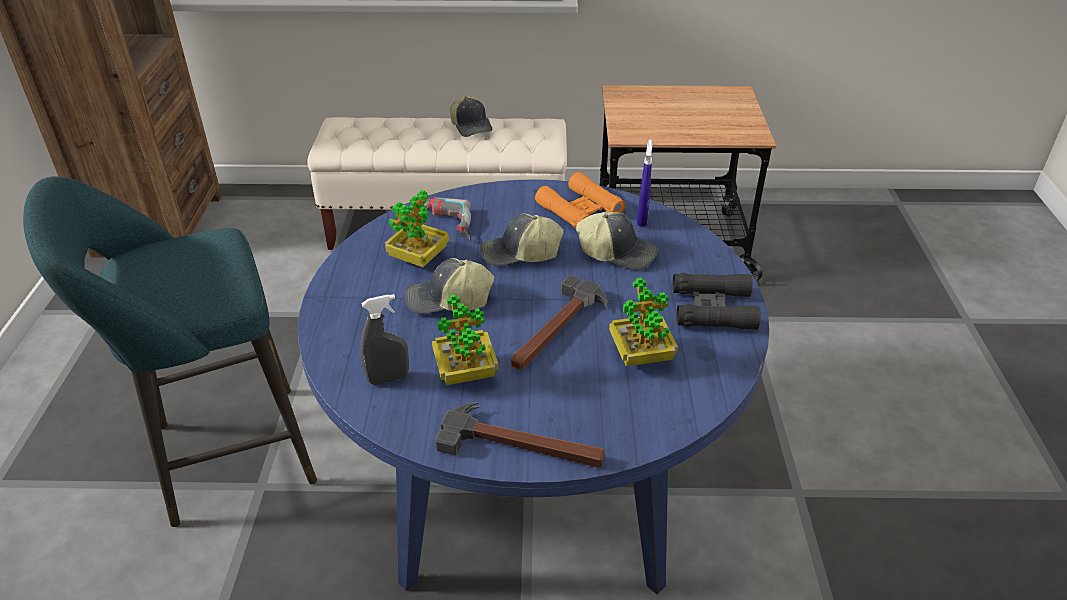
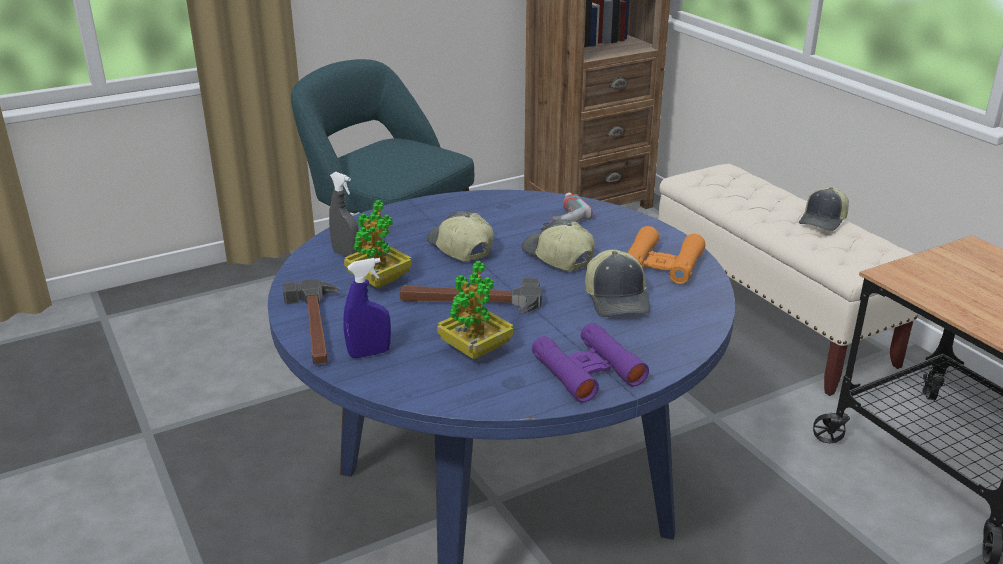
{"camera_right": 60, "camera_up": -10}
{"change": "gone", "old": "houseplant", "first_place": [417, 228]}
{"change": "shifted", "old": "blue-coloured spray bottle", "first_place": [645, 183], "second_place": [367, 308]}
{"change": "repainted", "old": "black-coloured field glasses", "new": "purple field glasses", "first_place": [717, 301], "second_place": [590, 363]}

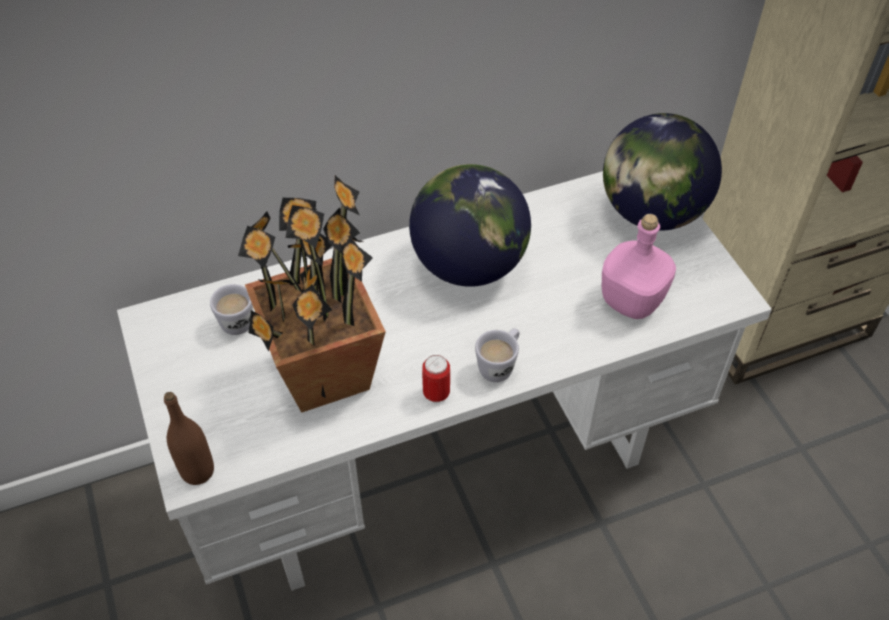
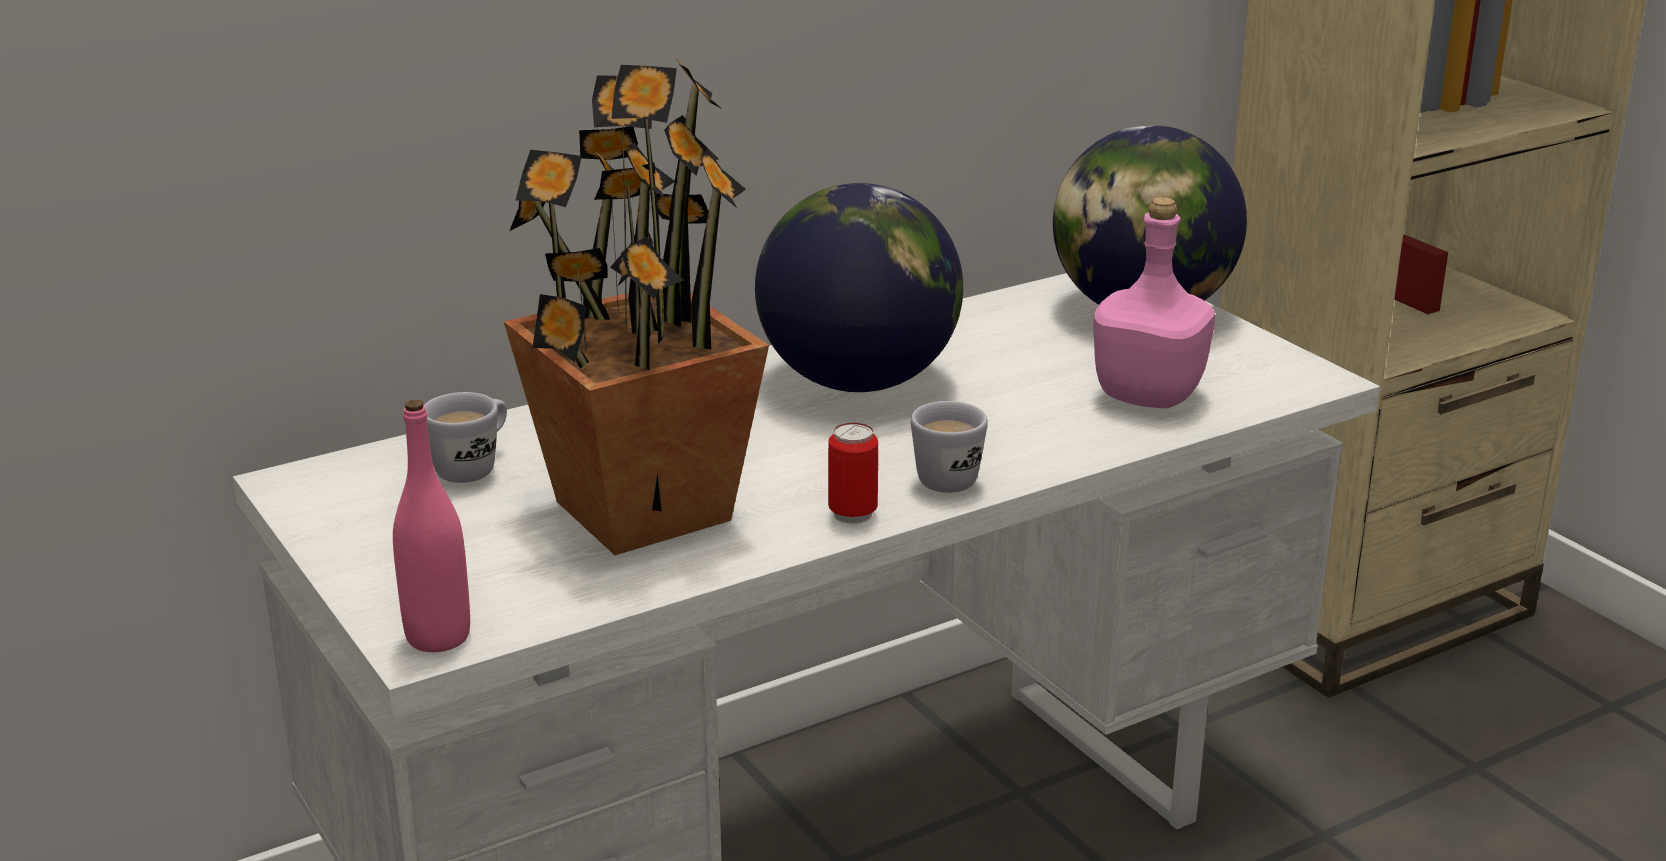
{"camera_right": -10, "camera_up": -25}
{"change": "repainted", "old": "brown bottle", "new": "pinkish bottle", "first_place": [189, 438], "second_place": [431, 526]}

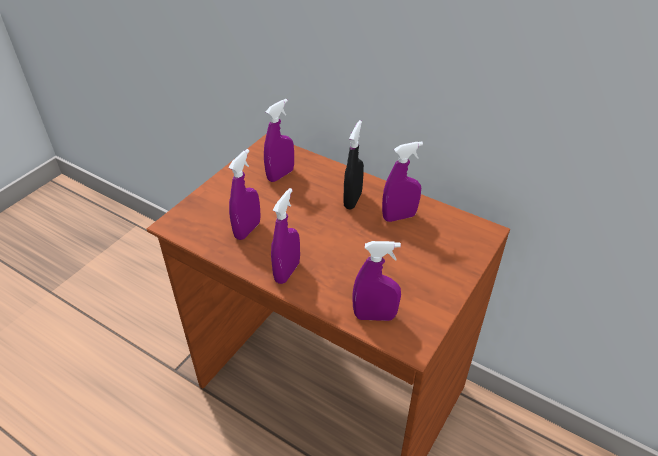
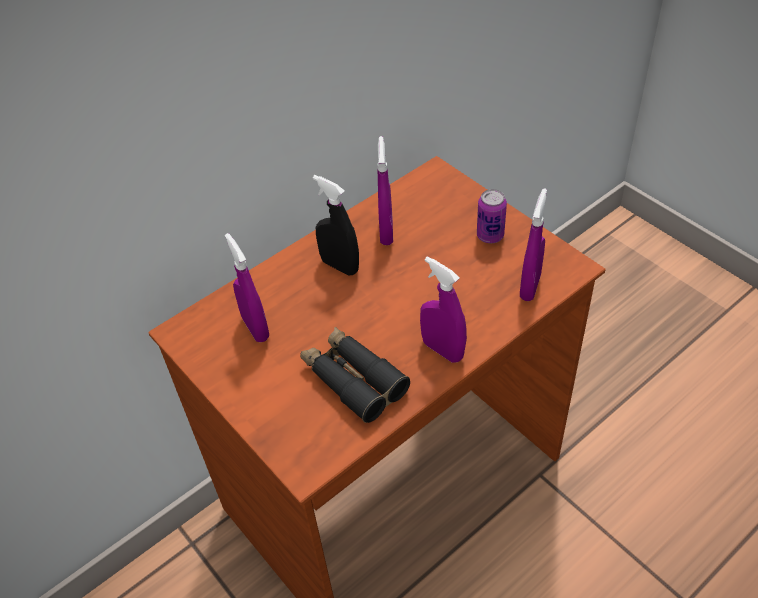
{"camera_right": -70, "camera_up": 5}
{"change": "new", "new": "metal can", "second_place": [492, 216]}
{"change": "swapped", "old": "purple spray bottle", "new": "black-coloured field glasses", "first_place": [244, 194], "second_place": [355, 375]}

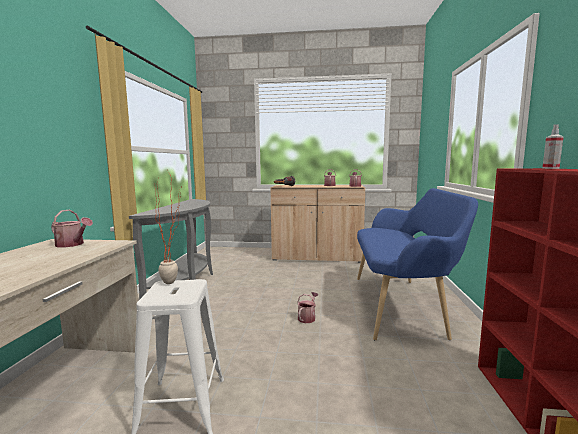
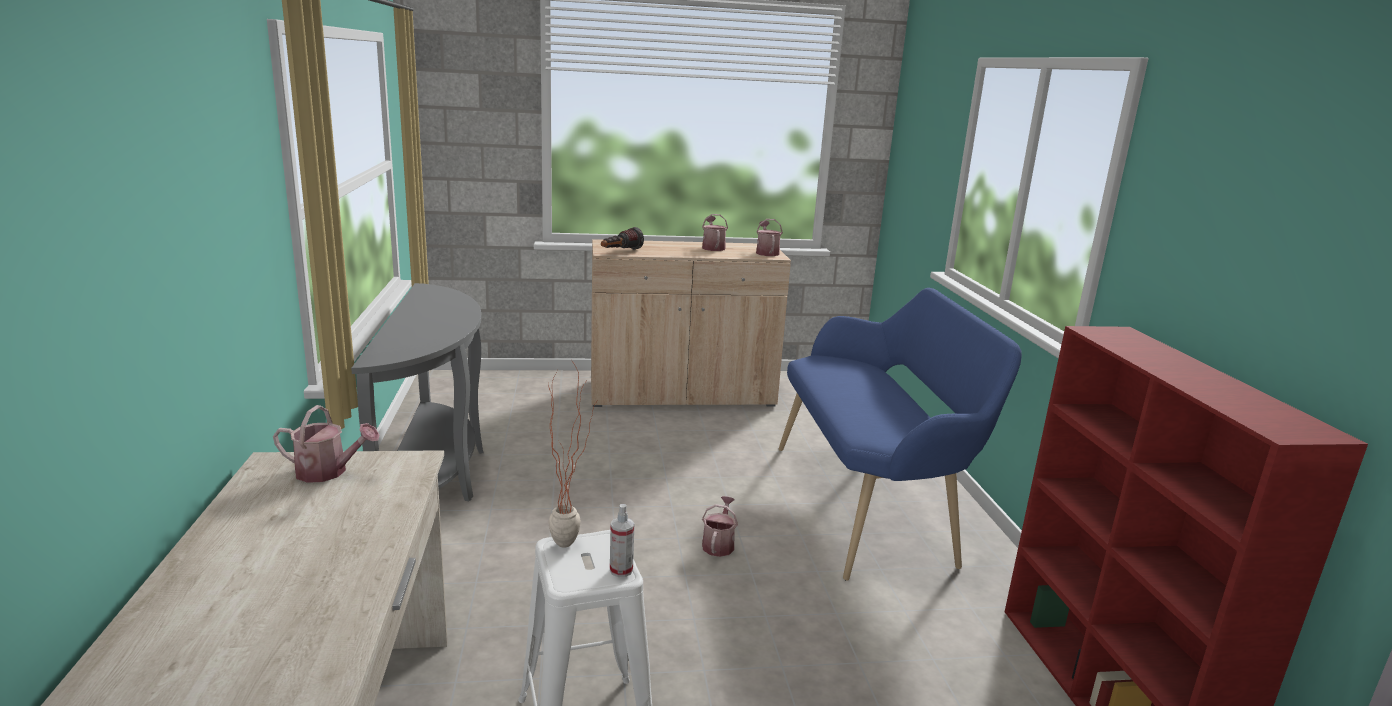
{"camera_right": -15, "camera_up": 10}
{"change": "shifted", "old": "spray bottle", "first_place": [553, 146], "second_place": [622, 540]}

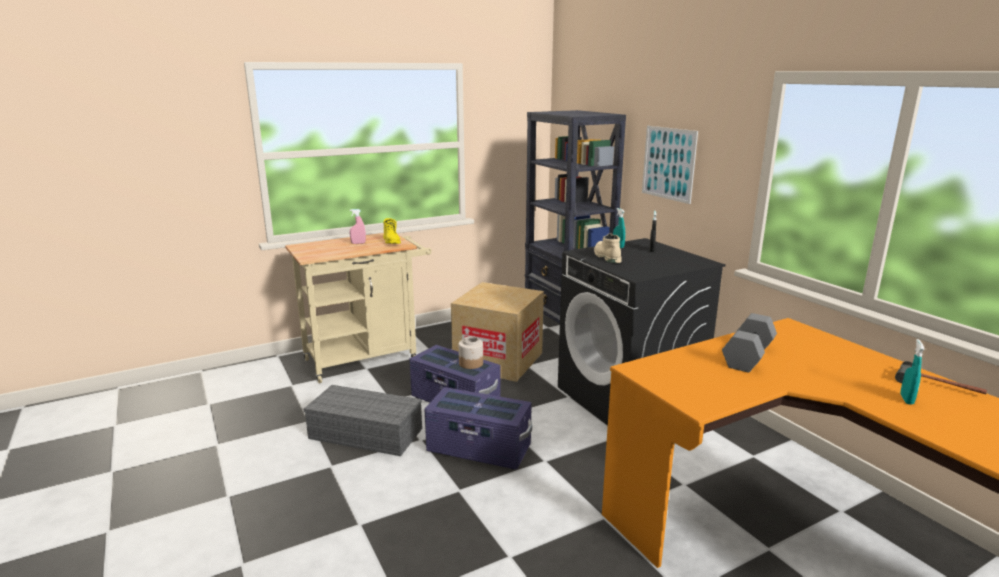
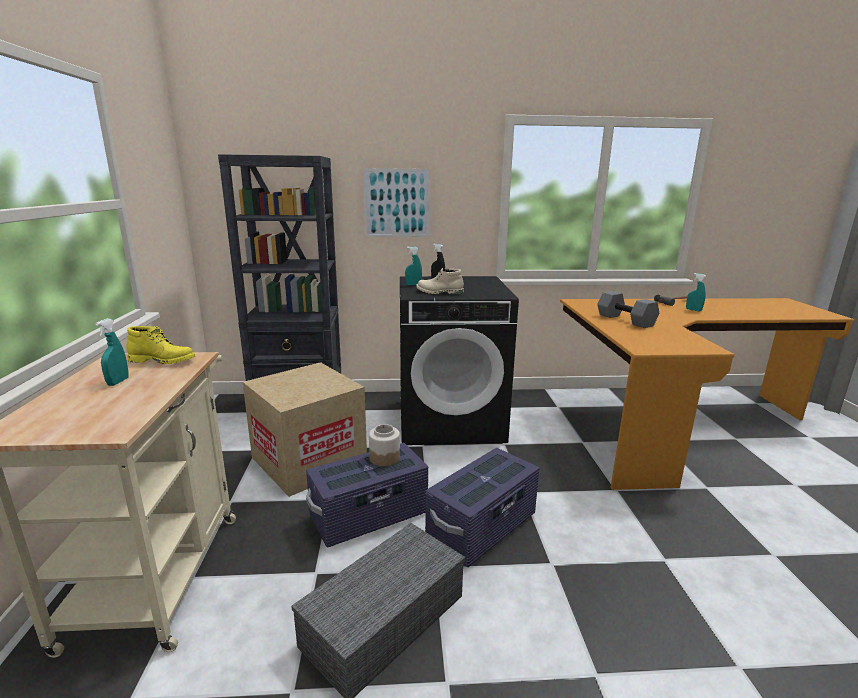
{"camera_right": -65, "camera_up": 0}
{"change": "repainted", "old": "pinkish spray bottle", "new": "turquoise spray bottle", "first_place": [358, 226], "second_place": [112, 352]}

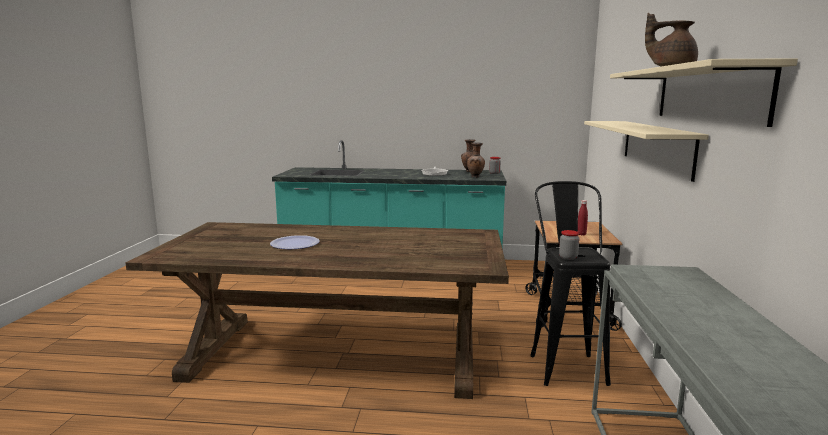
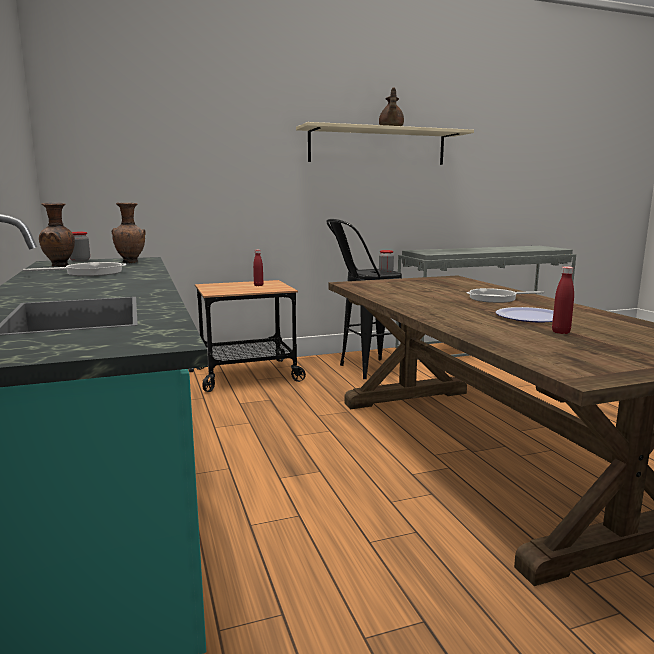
{"camera_right": -115, "camera_up": 0}
{"change": "gone", "old": "beige-coloured bracket shelf", "first_place": [646, 151]}
{"change": "new", "new": "frying pan", "second_place": [505, 295]}
{"change": "new", "new": "red bottle", "second_place": [563, 300]}

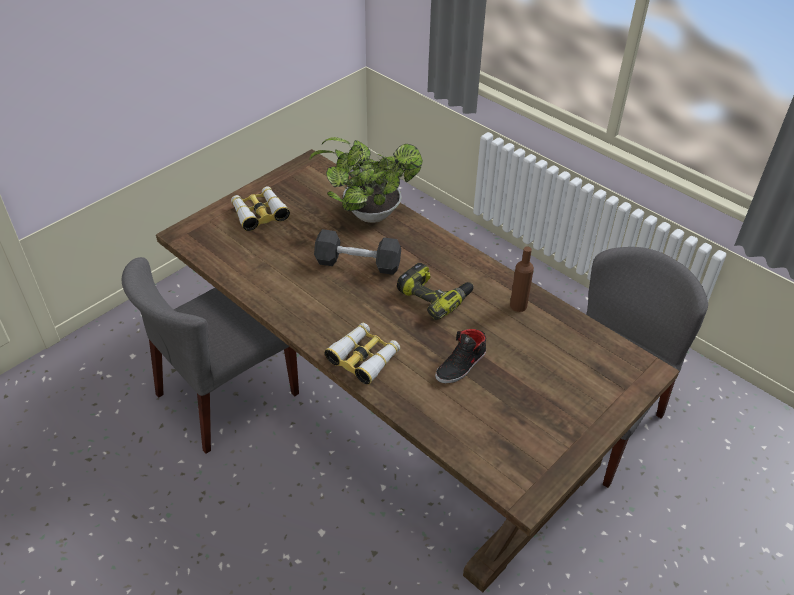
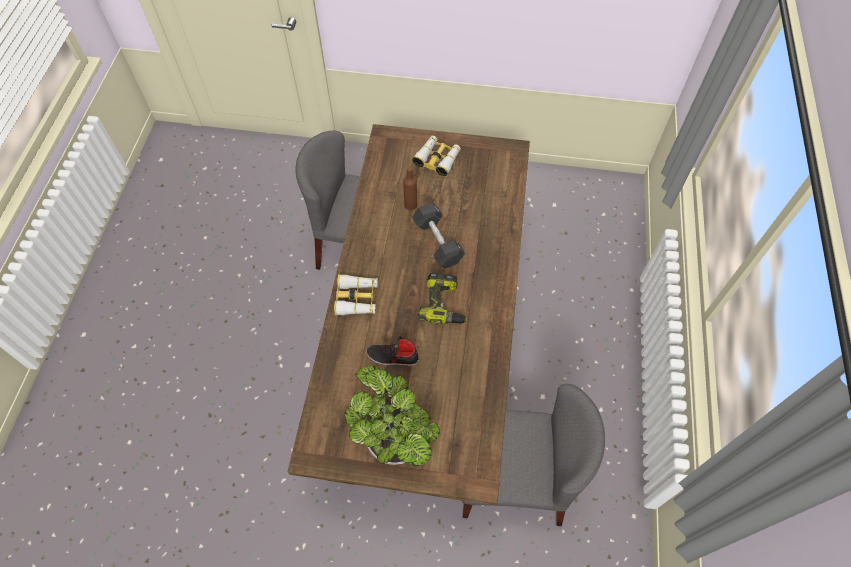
{"camera_right": 55, "camera_up": 15}
{"change": "shifted", "old": "houseplant", "first_place": [366, 180], "second_place": [392, 416]}
{"change": "shifted", "old": "brown bottle", "first_place": [522, 279], "second_place": [410, 188]}

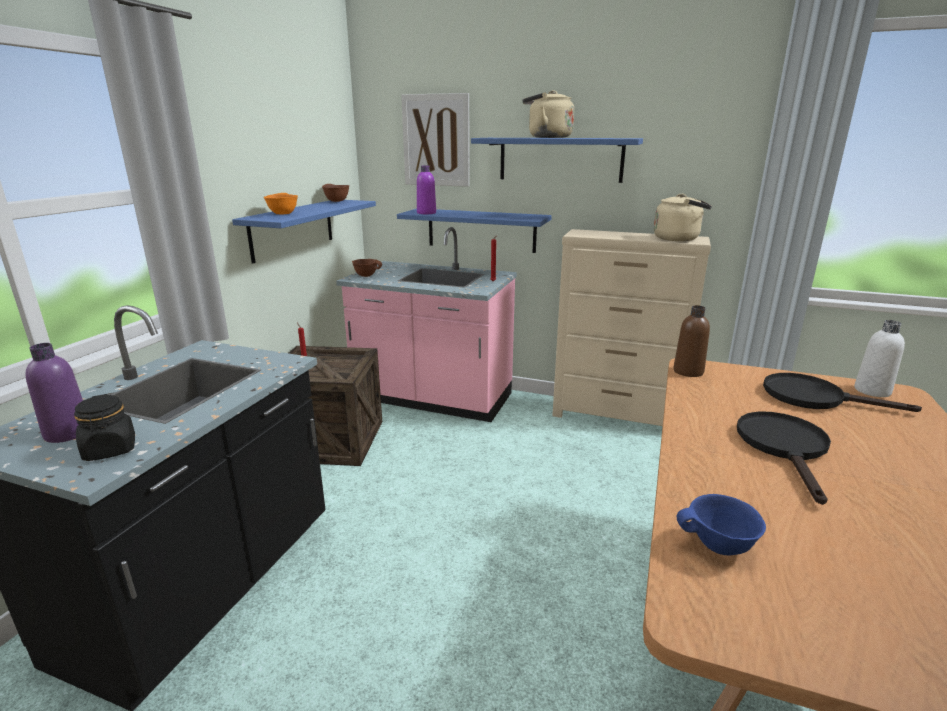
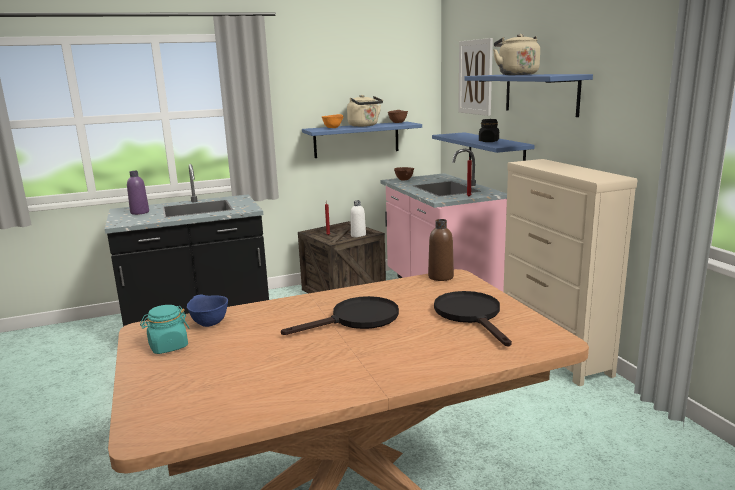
{"camera_right": 50, "camera_up": -5}
{"change": "gone", "old": "purple bottle", "first_place": [426, 189]}
{"change": "new", "new": "turquoise storage jar", "second_place": [164, 329]}
{"change": "shifted", "old": "black-coloured storage jar", "first_place": [104, 427], "second_place": [489, 130]}
{"change": "shifted", "old": "beige-coloured kettle", "first_place": [683, 217], "second_place": [365, 111]}
{"change": "shifted", "old": "white-coloured bottle", "first_place": [879, 358], "second_place": [358, 219]}

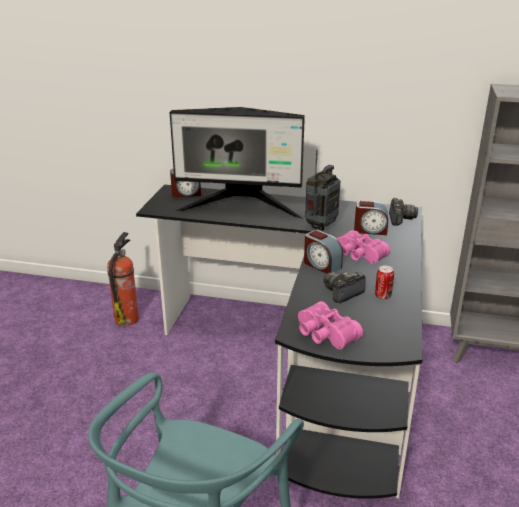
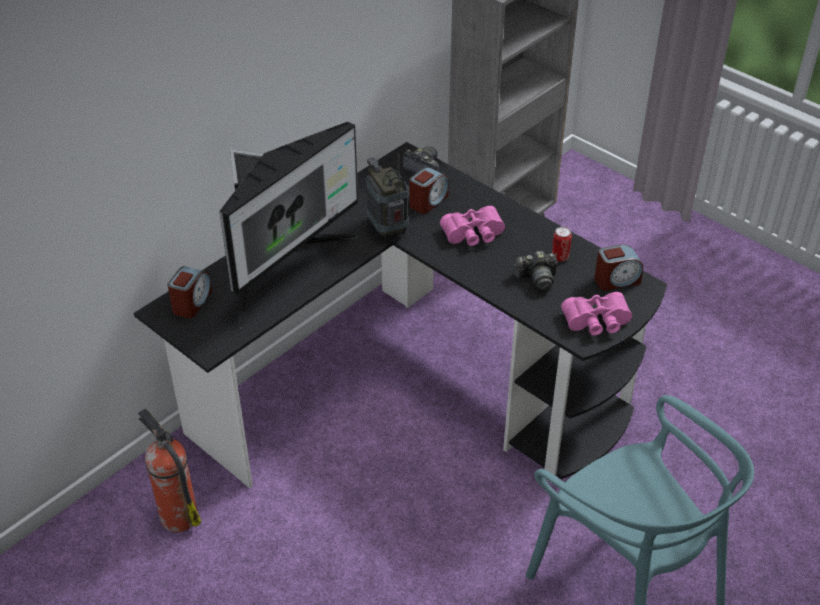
{"camera_right": -60, "camera_up": 15}
{"change": "shifted", "old": "table clock", "first_place": [323, 252], "second_place": [618, 268]}
{"change": "rotated", "old": "still camera", "first_place": [345, 287], "second_place": [535, 271], "degrees": -90}

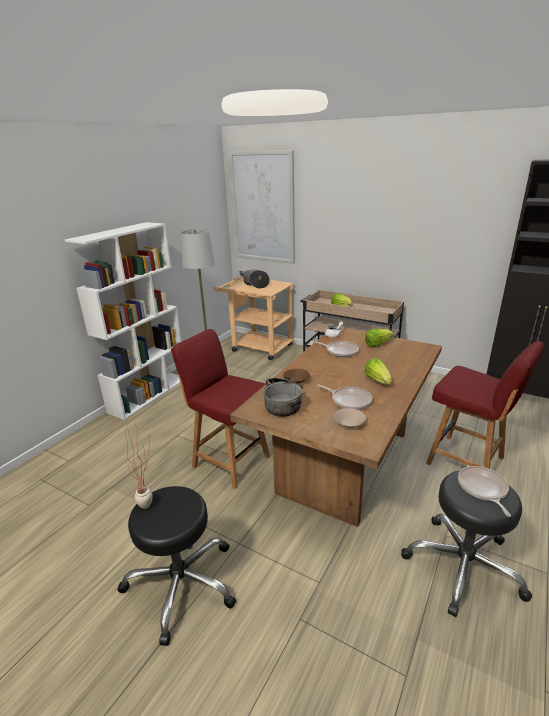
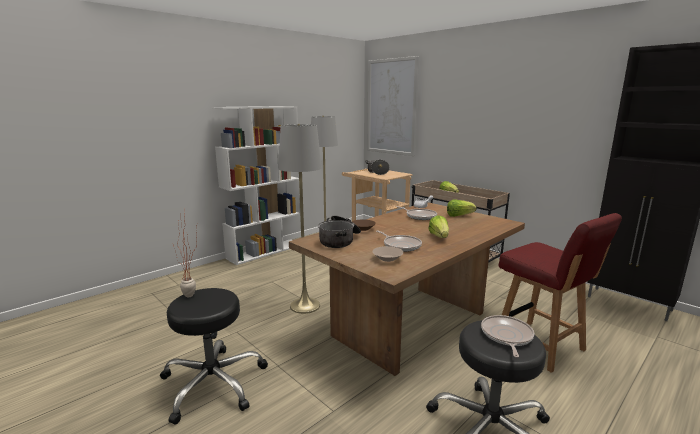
{"camera_right": 15, "camera_up": -10}
{"change": "swapped", "old": "red chair", "new": "greyish standard lamp", "first_place": [220, 409], "second_place": [300, 219]}

